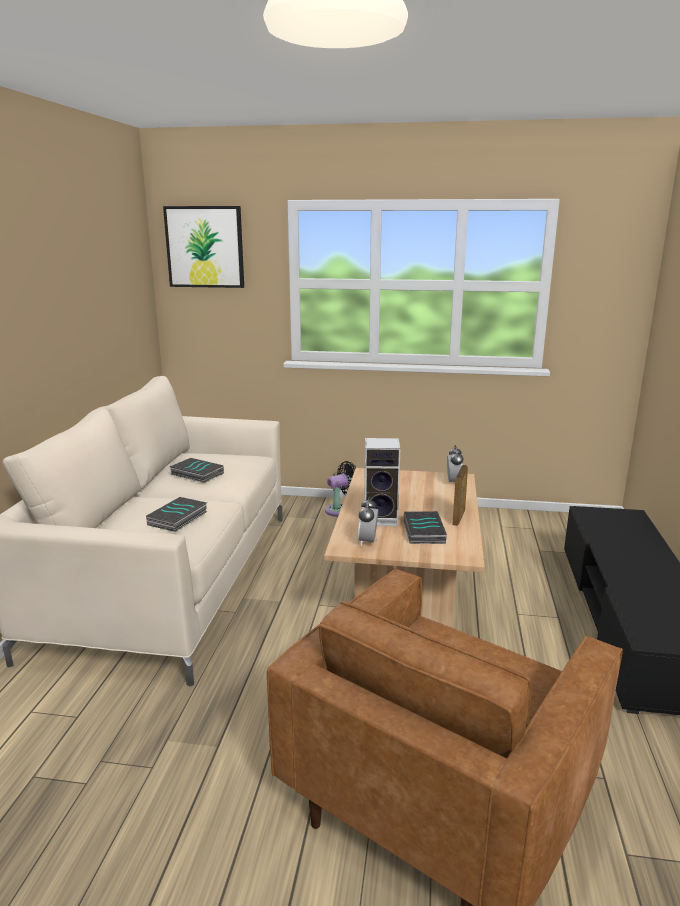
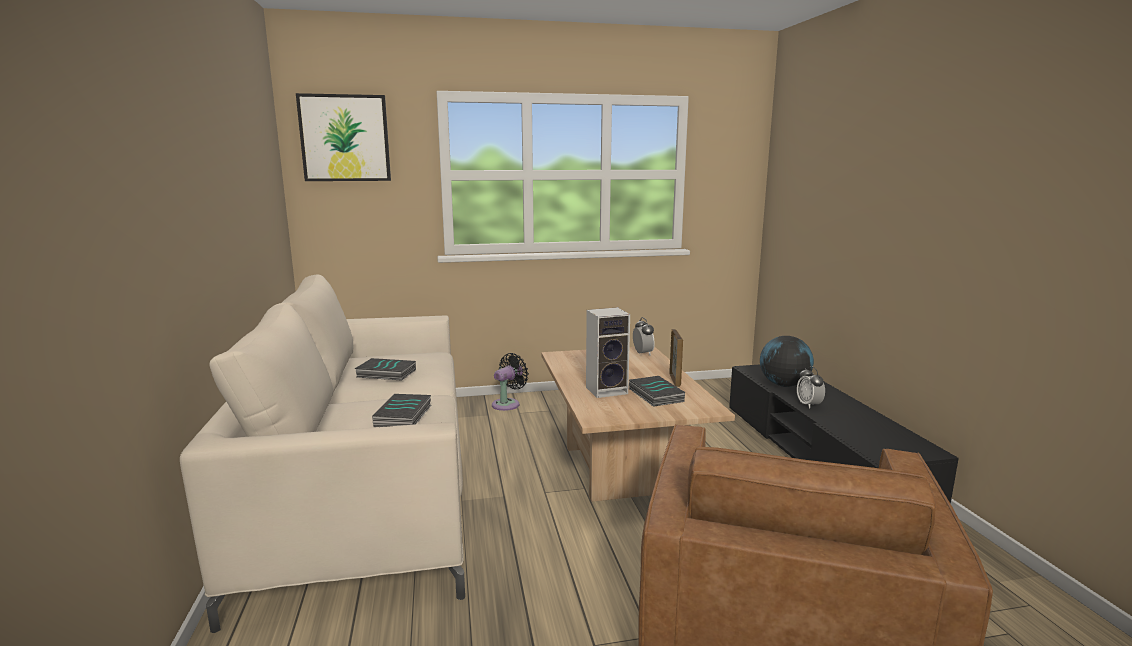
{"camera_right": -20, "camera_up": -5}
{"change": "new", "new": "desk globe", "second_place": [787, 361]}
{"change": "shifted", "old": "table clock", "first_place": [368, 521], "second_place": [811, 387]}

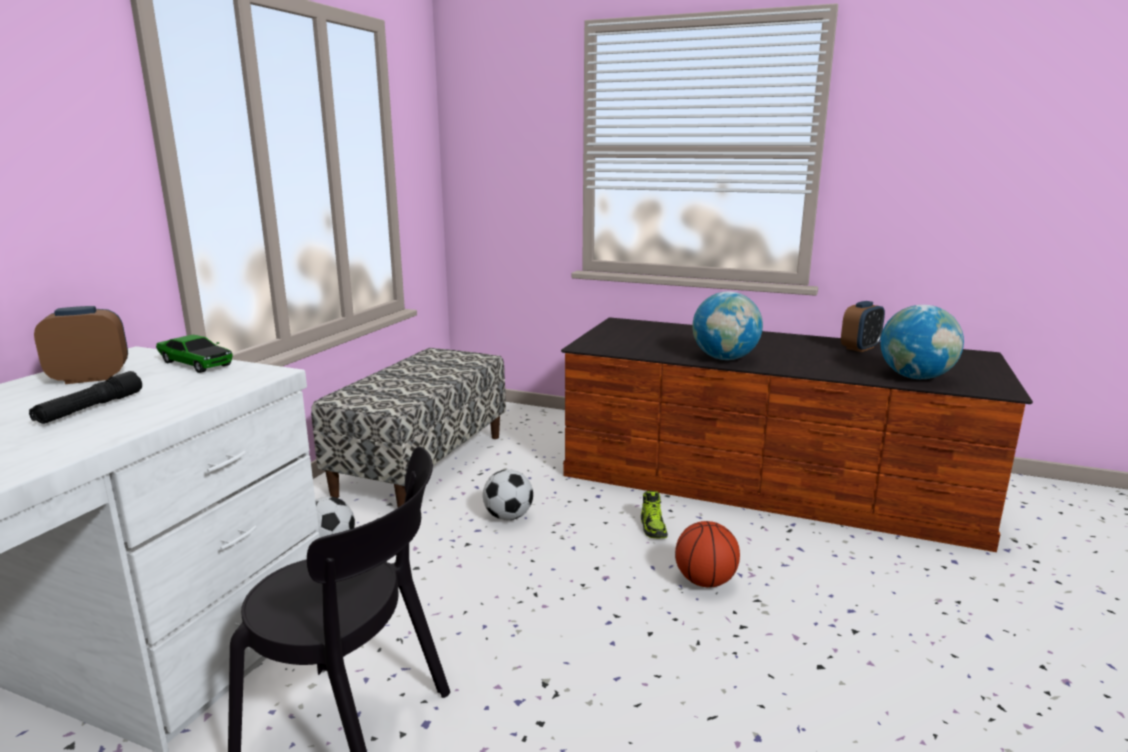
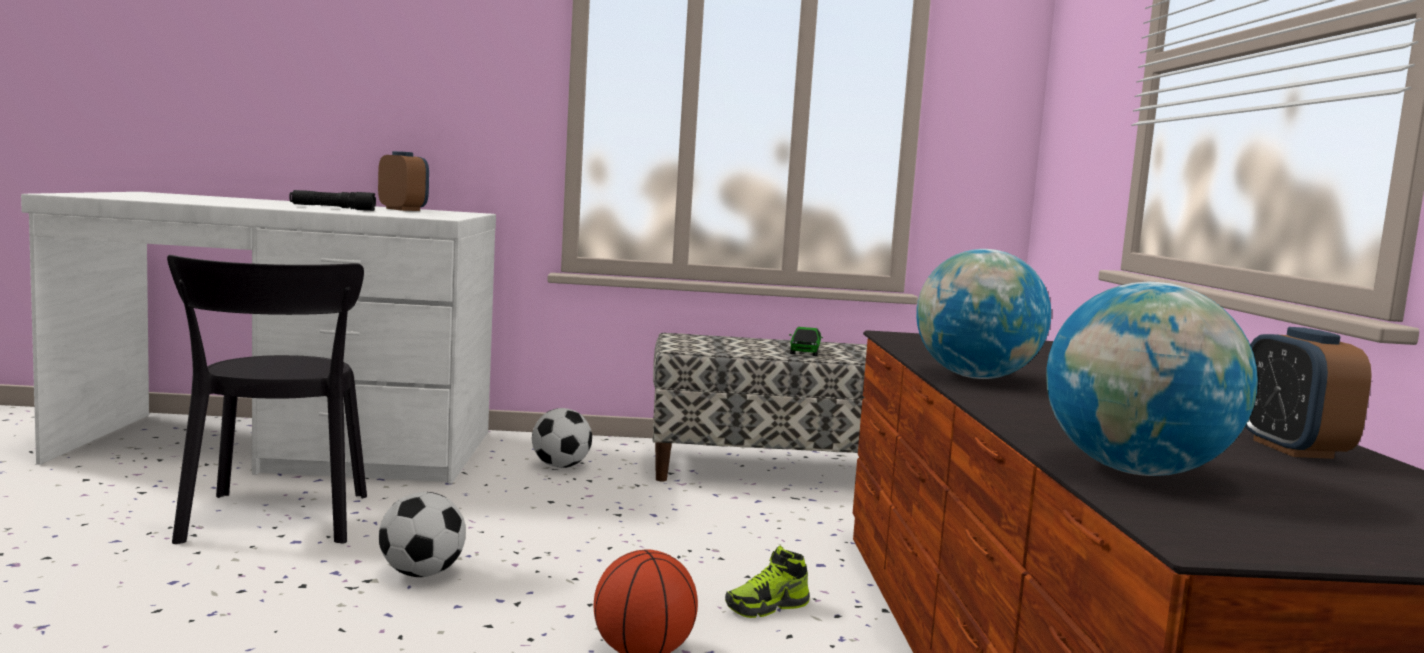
{"camera_right": 65, "camera_up": -10}
{"change": "shifted", "old": "toy car", "first_place": [194, 354], "second_place": [806, 341]}
{"change": "shifted", "old": "football", "first_place": [508, 494], "second_place": [422, 534]}
{"change": "rotated", "old": "table clock", "first_place": [863, 326], "second_place": [1308, 393], "degrees": 60}

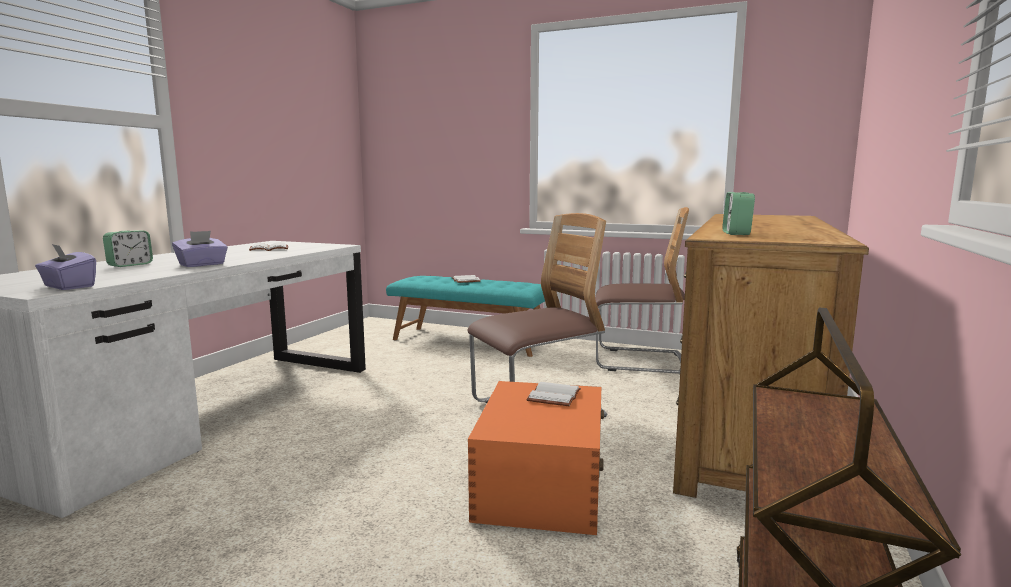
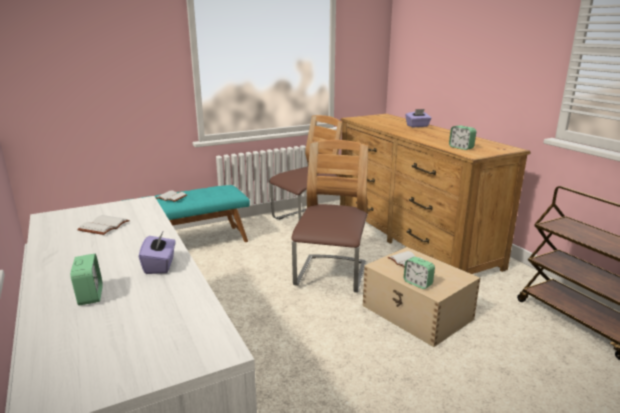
{"camera_right": -50, "camera_up": 10}
{"change": "new", "new": "table clock", "second_place": [419, 273]}
{"change": "shifted", "old": "purple tissue box", "first_place": [65, 267], "second_place": [418, 118]}
{"change": "repainted", "old": "orange storage bin", "new": "beige-coloured storage bin", "first_place": [536, 458], "second_place": [421, 297]}

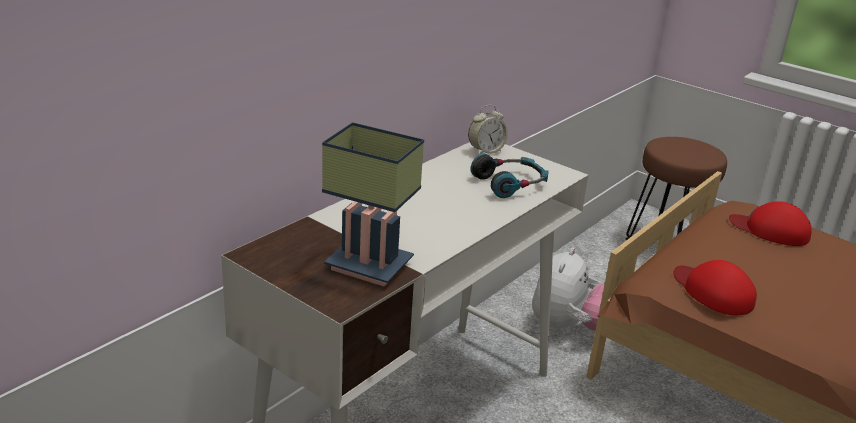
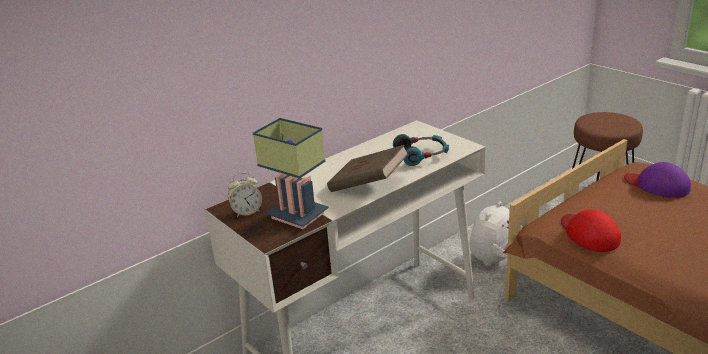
{"camera_right": 15, "camera_up": 0}
{"change": "new", "new": "brown volume", "second_place": [367, 168]}
{"change": "shifted", "old": "table clock", "first_place": [488, 130], "second_place": [245, 195]}
{"change": "repainted", "old": "red peaked cap", "new": "purple peaked cap", "first_place": [770, 223], "second_place": [657, 180]}

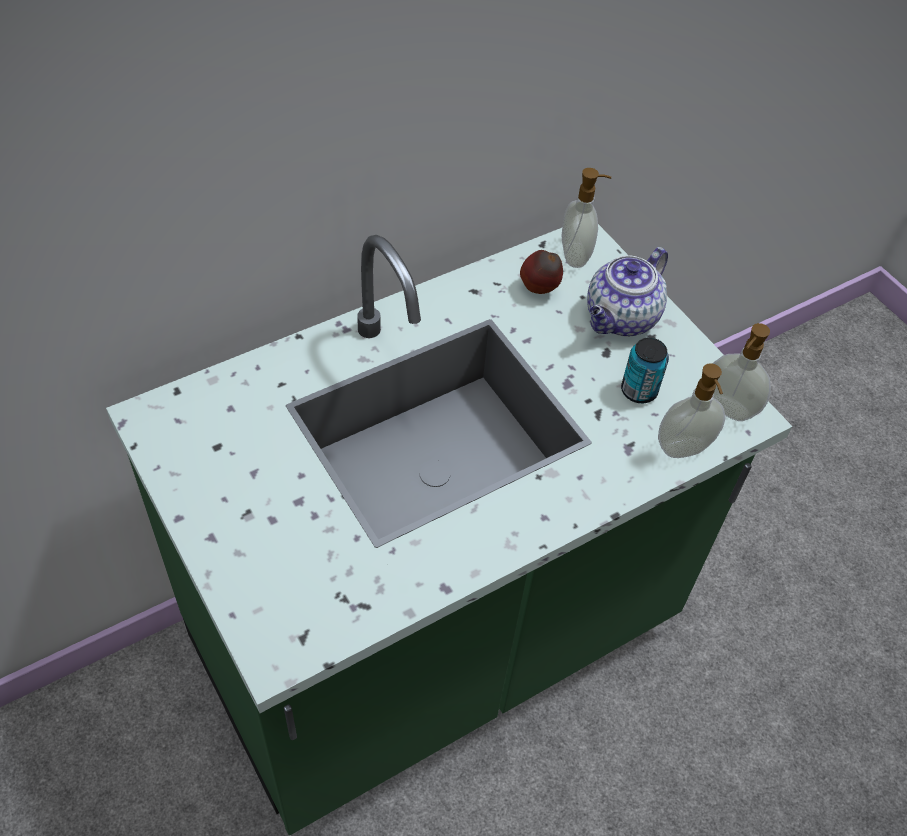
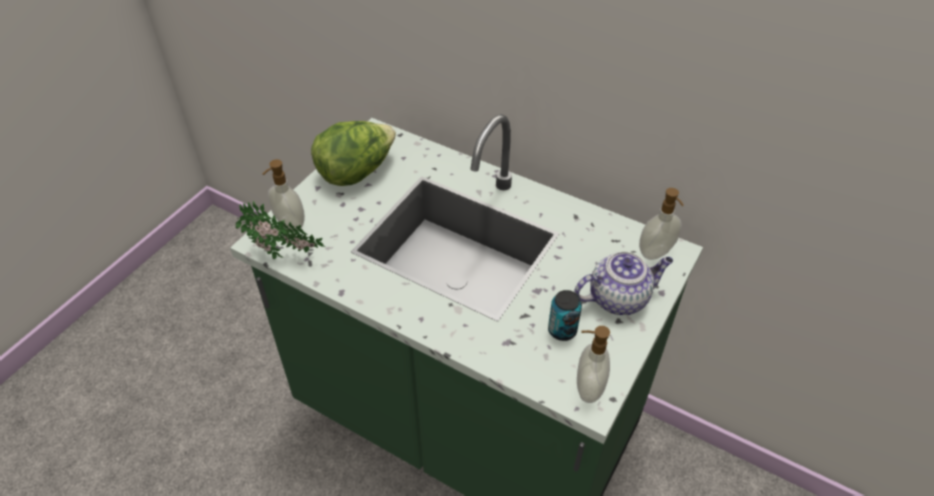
{"camera_right": 65, "camera_up": -5}
{"change": "gone", "old": "apple", "first_place": [541, 272]}
{"change": "new", "new": "houseplant", "second_place": [280, 230]}
{"change": "new", "new": "lettuce", "second_place": [353, 153]}
{"change": "shifted", "old": "soap dispenser", "first_place": [692, 410], "second_place": [284, 195]}
{"change": "rotated", "old": "pot for tea", "first_place": [627, 292], "second_place": [623, 283], "degrees": 150}

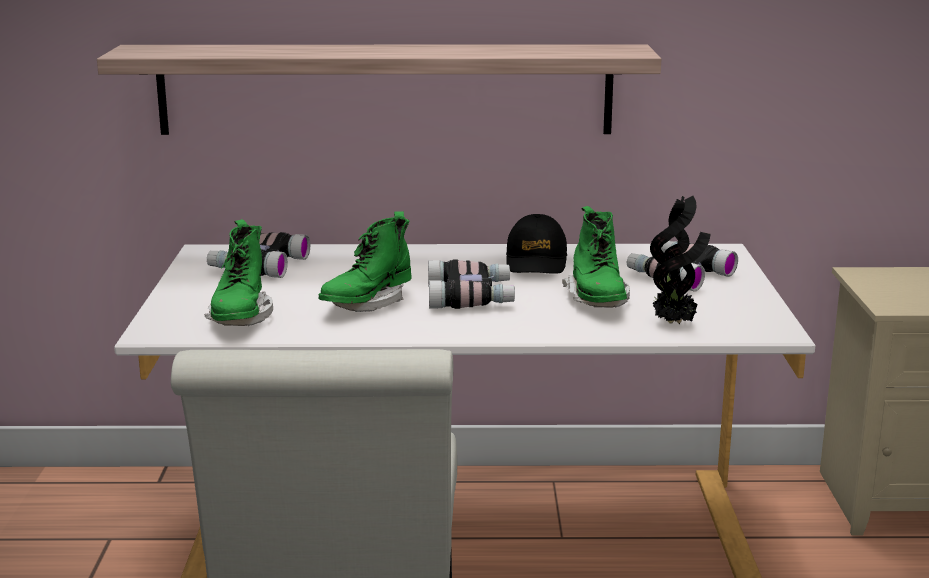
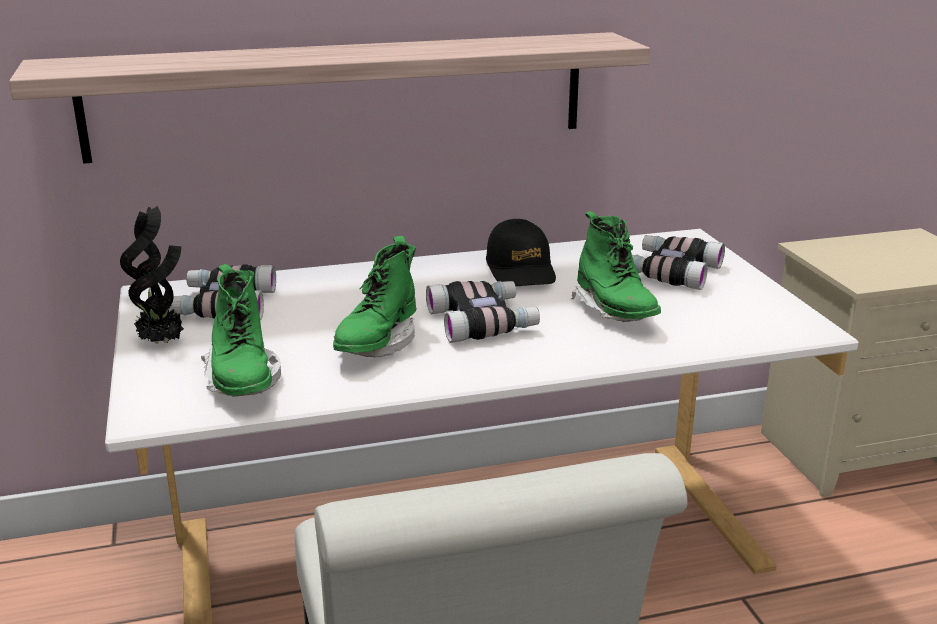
{"camera_right": -15, "camera_up": 5}
{"change": "shifted", "old": "houseplant", "first_place": [680, 260], "second_place": [152, 275]}

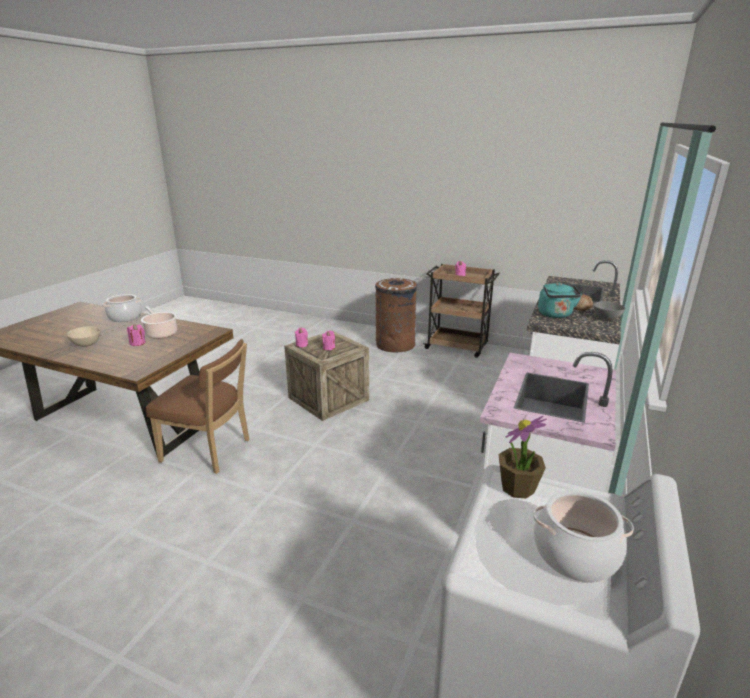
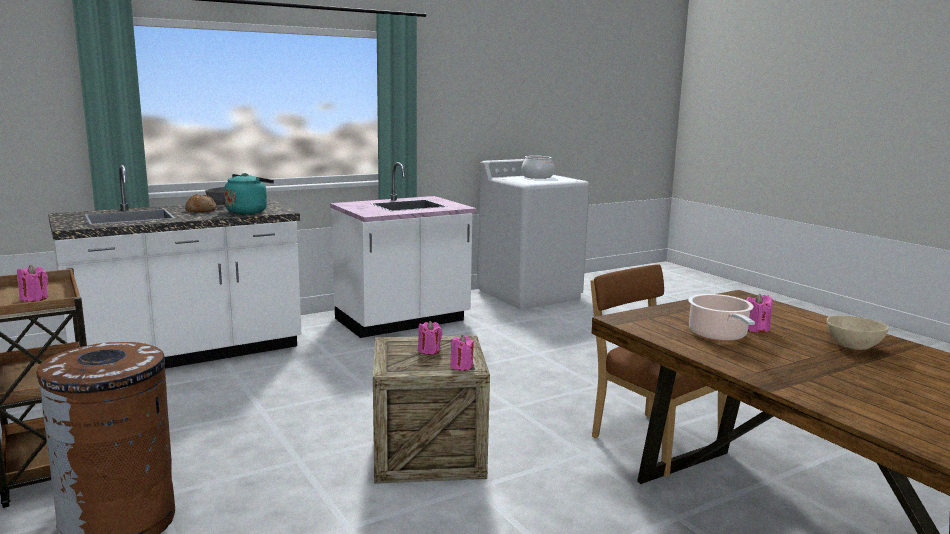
{"camera_right": -145, "camera_up": -10}
{"change": "gone", "old": "cooking pot", "first_place": [122, 308]}
{"change": "gone", "old": "houseplant", "first_place": [523, 457]}

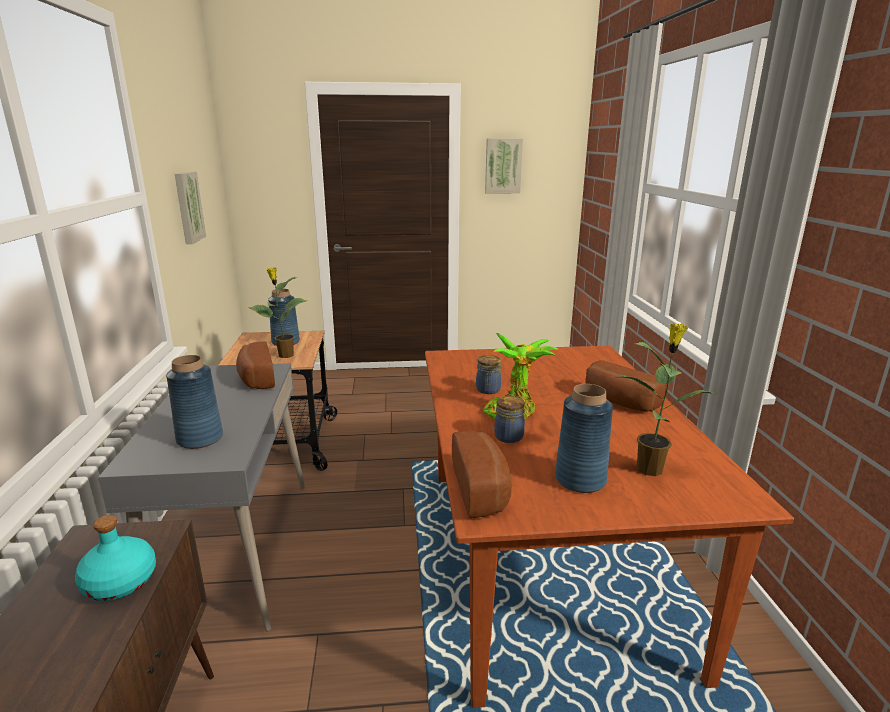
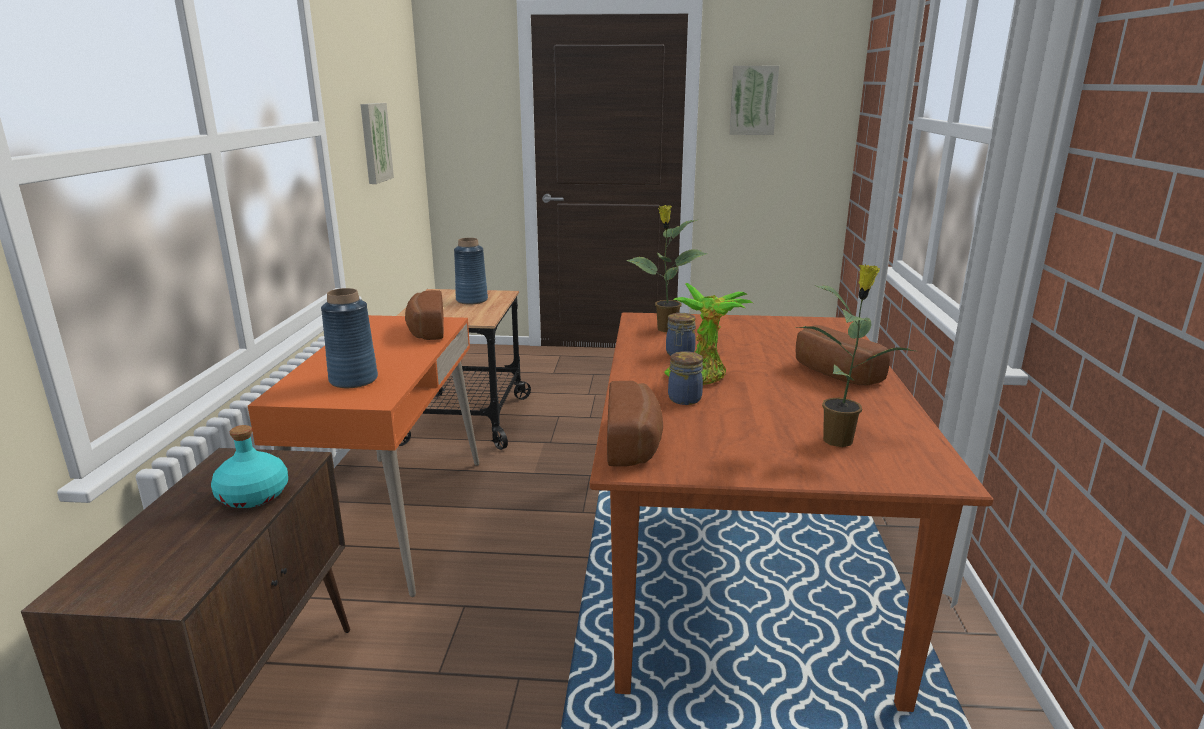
{"camera_right": 10, "camera_up": 0}
{"change": "gone", "old": "blue-coloured decorative vase", "first_place": [584, 438]}
{"change": "shifted", "old": "houseplant", "first_place": [278, 312], "second_place": [667, 268]}
{"change": "repainted", "old": "greyish desk", "new": "orange desk", "first_place": [201, 497], "second_place": [363, 456]}

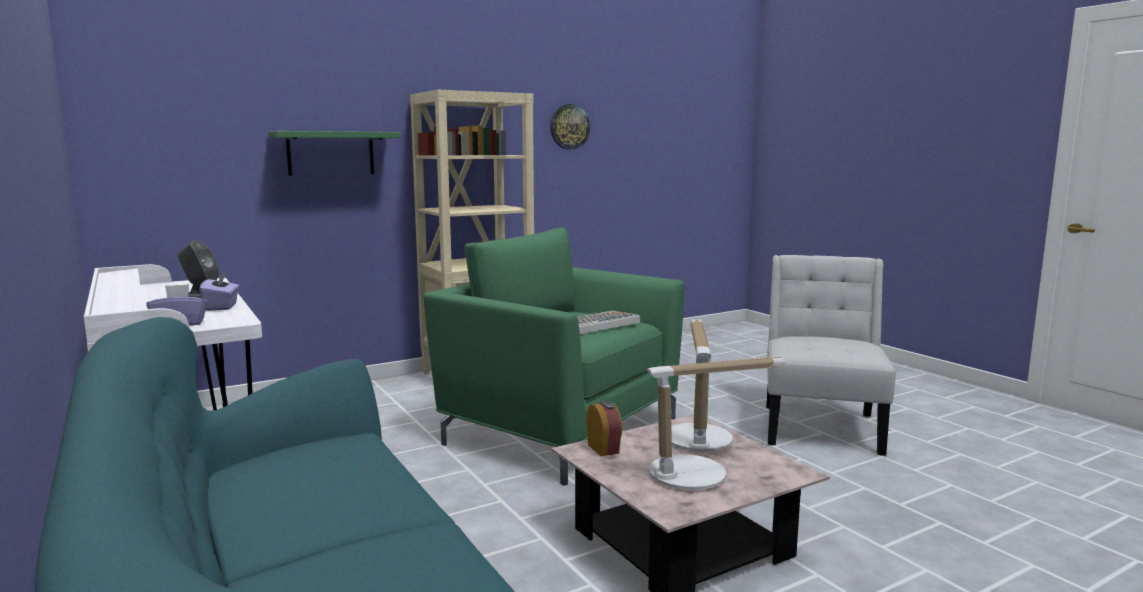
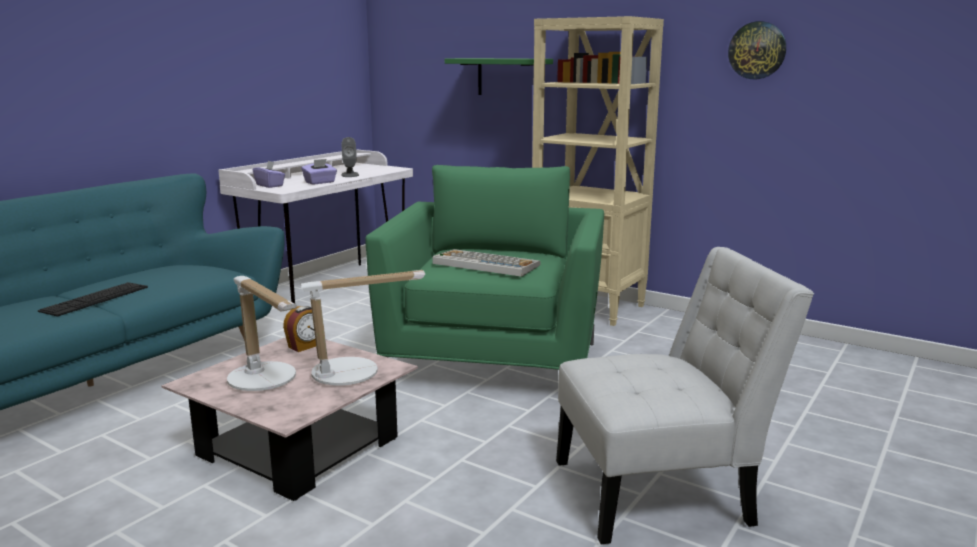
{"camera_right": 65, "camera_up": 5}
{"change": "new", "new": "keyboard", "second_place": [93, 299]}

